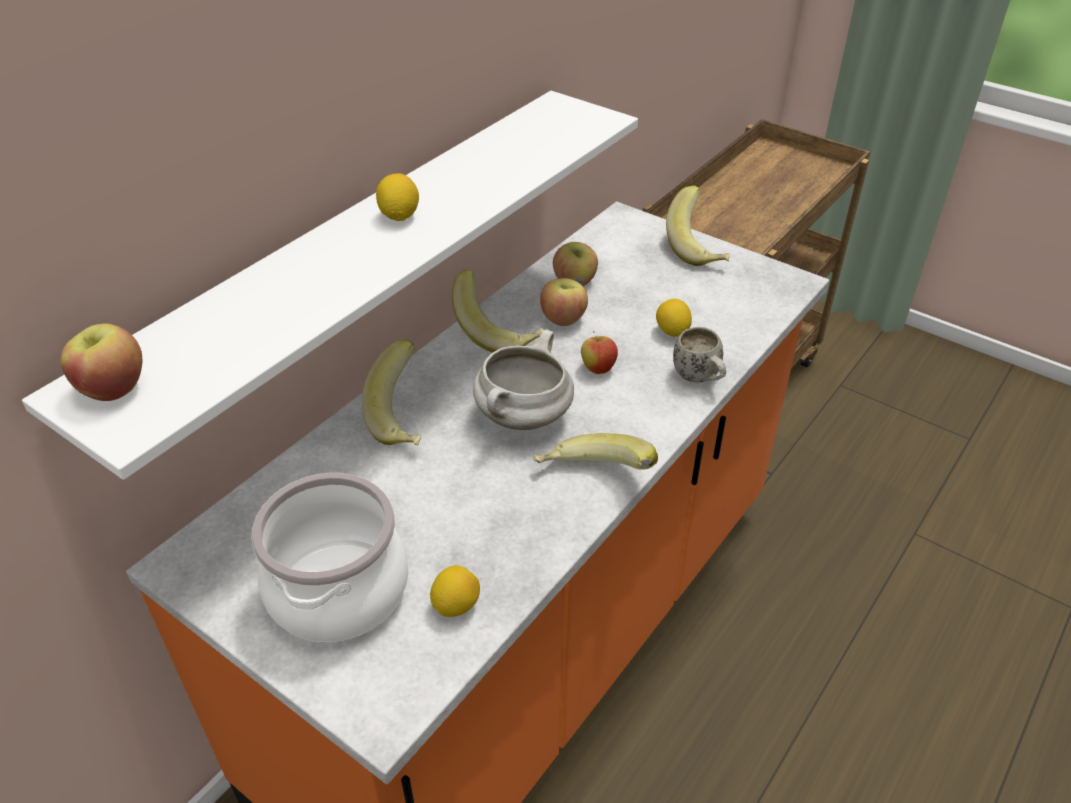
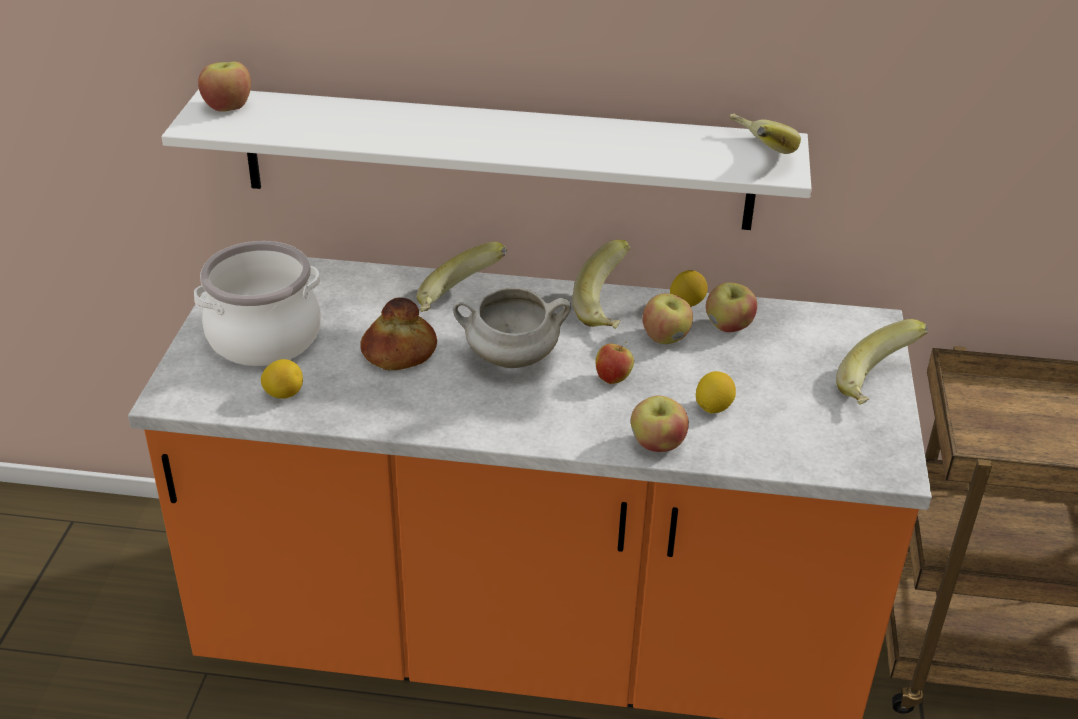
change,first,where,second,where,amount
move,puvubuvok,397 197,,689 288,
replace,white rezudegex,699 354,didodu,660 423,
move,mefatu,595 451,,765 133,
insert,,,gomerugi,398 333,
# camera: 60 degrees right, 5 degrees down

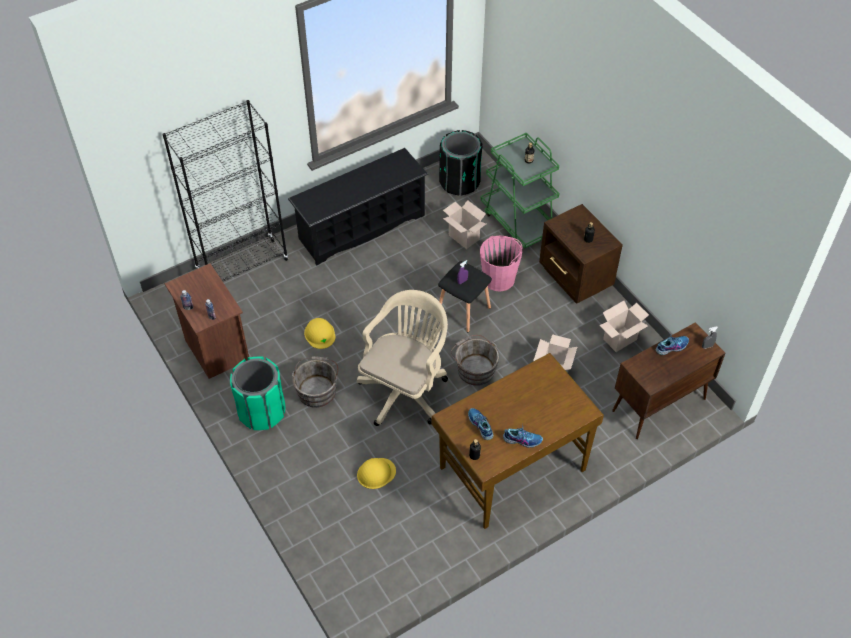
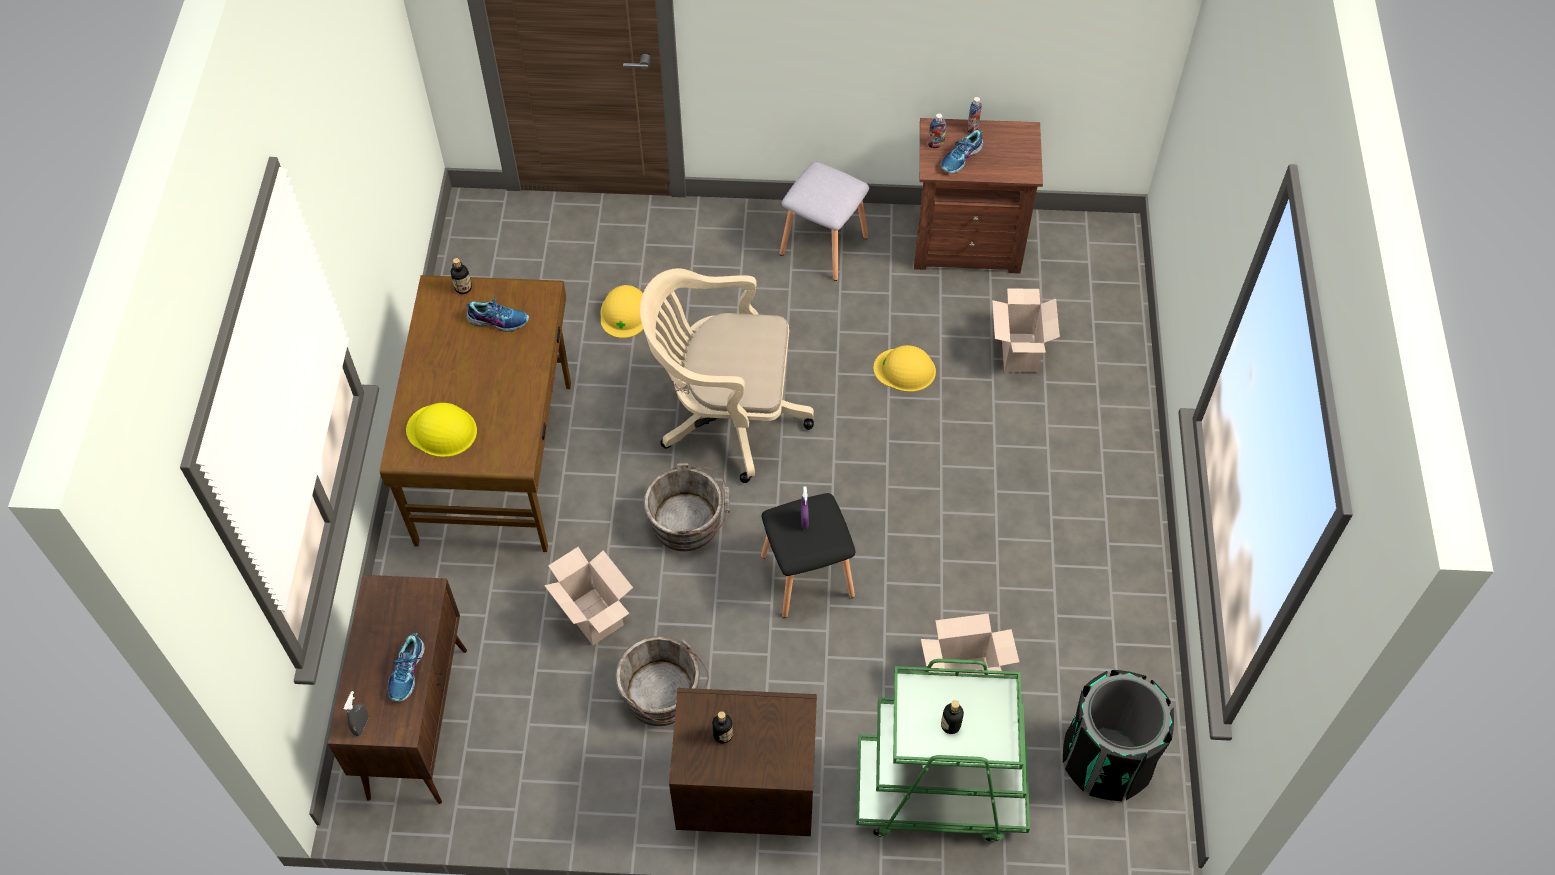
change,first,where,second,where,amount
delete,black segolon,225 191,,,
delete,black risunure,358 207,,,
delete,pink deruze,501 263,,,
rotate,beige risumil,402 358,,727 375,120 degrees clockwise
move,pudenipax,624 326,,1026 330,
move,grey deruze,315 382,,662 681,
replace,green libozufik,257 393,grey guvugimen,824 221,
move,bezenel,523 437,,962 151,
insert,,,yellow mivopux,441 430,
# camera: 125 degrees right, 5 degrees up

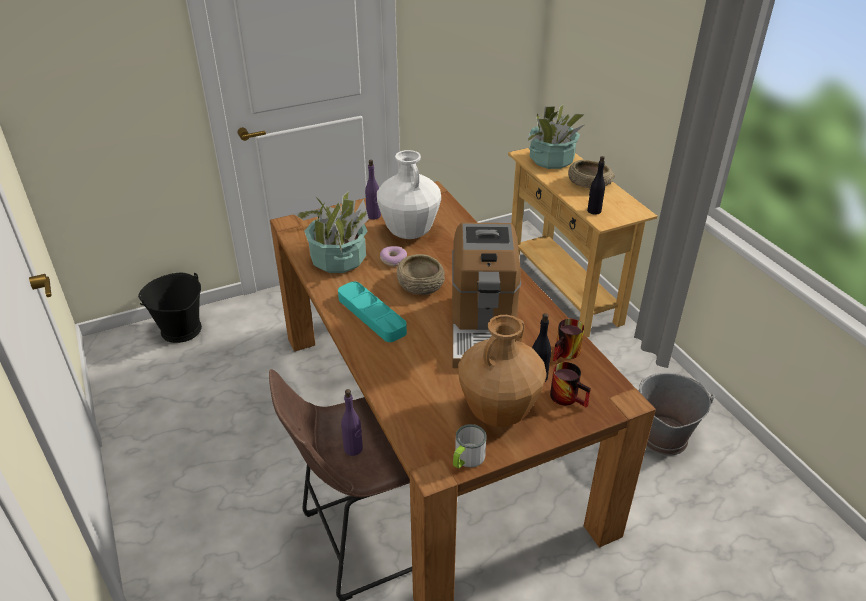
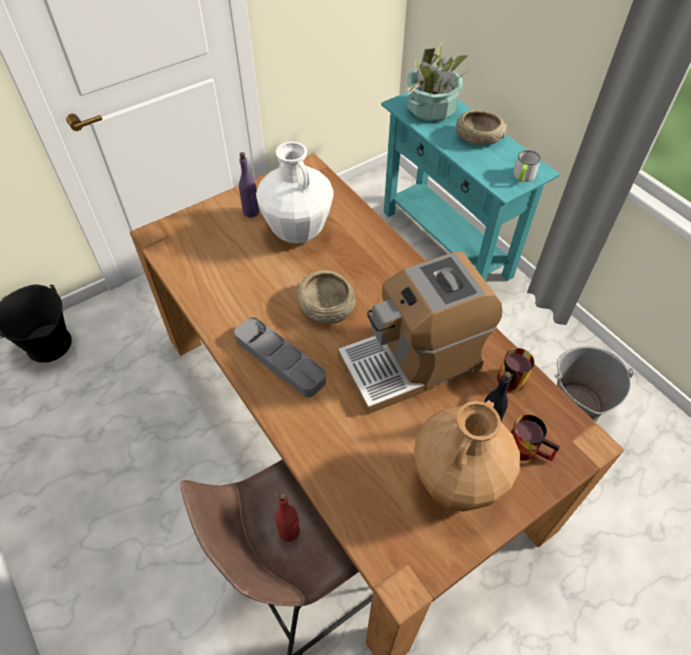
change,first,where,second,where,amount
recolor,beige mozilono,582 242,turquoise mozilono,470 186,
delete,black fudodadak,596 185,,,
delete,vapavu,330 232,,,
rotate,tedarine,486 295,,419 333,75 degrees clockwise
delete,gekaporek,393 256,,,
recolor,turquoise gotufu,372 311,grey gotufu,280 357,
recolor,purple fudodadak,352 422,red fudodadak,287 517,
move,rezudegex,470 446,,527 166,
# camera: 10 degrees left, 15 degrees up

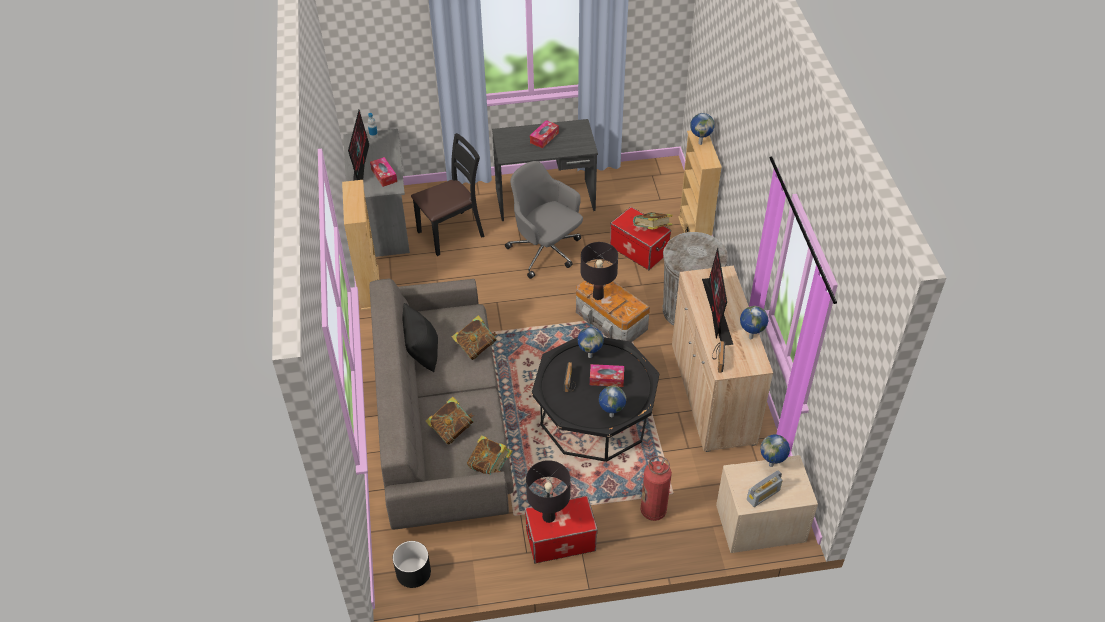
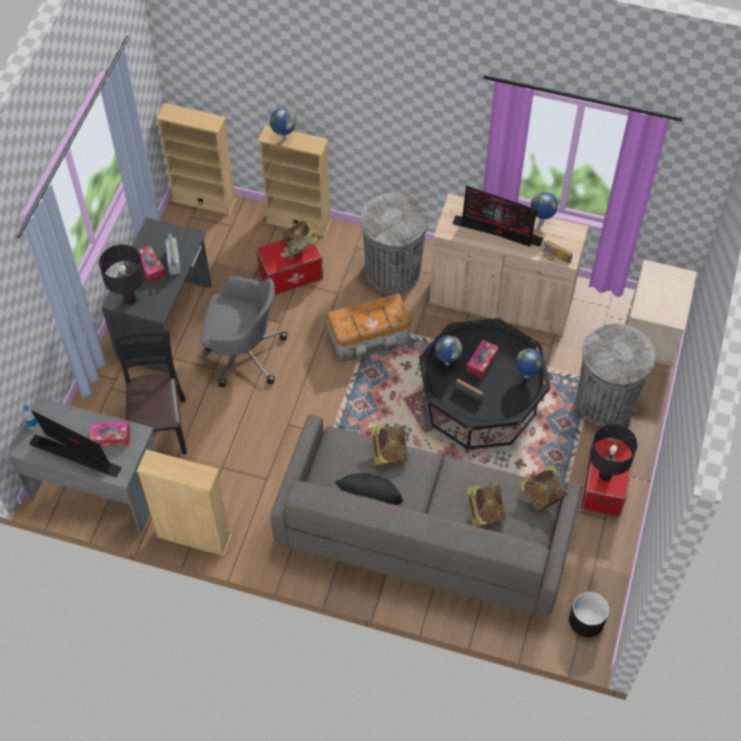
change,first,where,second,where,amount
rotate,grey risumil,544 220,,244 331,150 degrees counterclockwise
move,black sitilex,599 271,,122 274,
delete,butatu,775 450,,,
replace,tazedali,656 488,grey libozufik,615 375,
move,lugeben,765 488,,173 254,
insert,,,beige segolon,196 159,
# camera: 65 degrees left, 10 degrees up

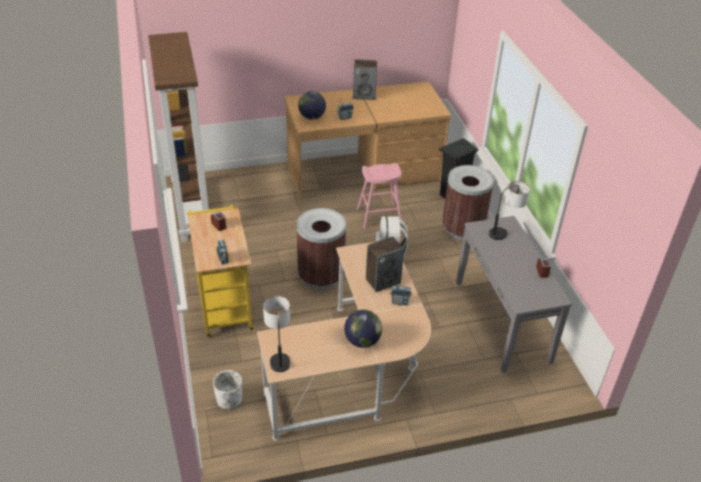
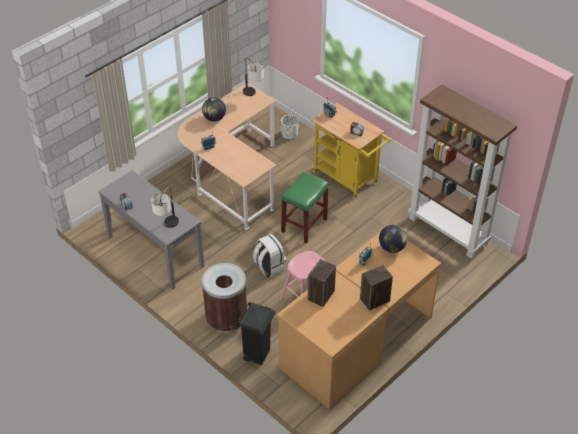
change,first,where,second,where,amount
replace,brown libozufik,321 249,green guvugimen,305 208,
move,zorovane,385 264,,322 283,
# camera: 150 degrees right, 5 degrees up

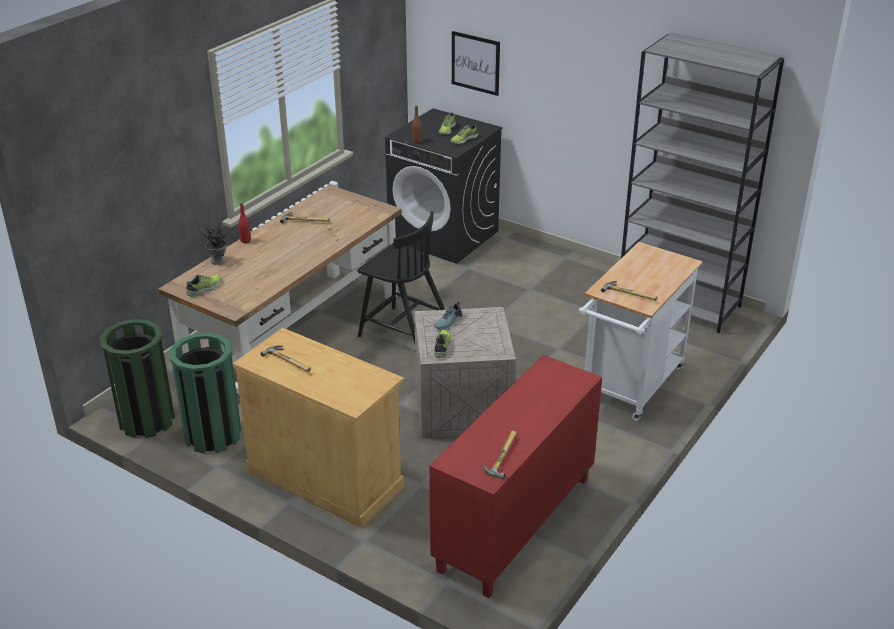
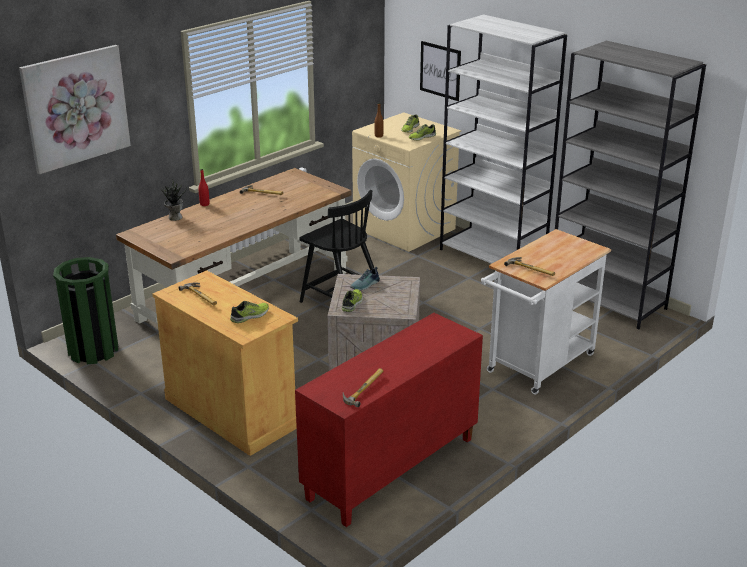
change,first,where,second,where,amount
recolor,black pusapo,444 186,beige pusapo,406 182,
move,bezenel,203 286,,249 312,
delete,green libozufik,205 393,,,
insert,,,white segolon,503 139,
insert,,,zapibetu,75 109,
# camera: 10 degrees right, 5 degrees down

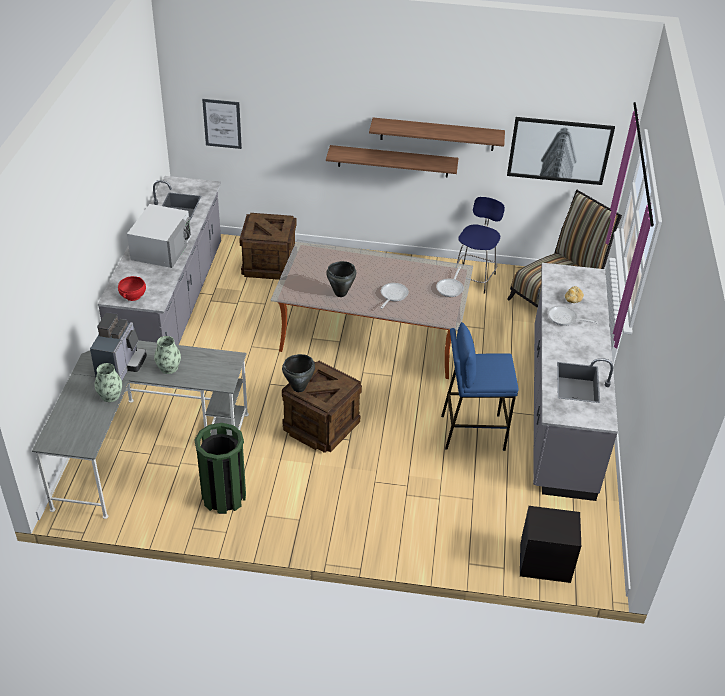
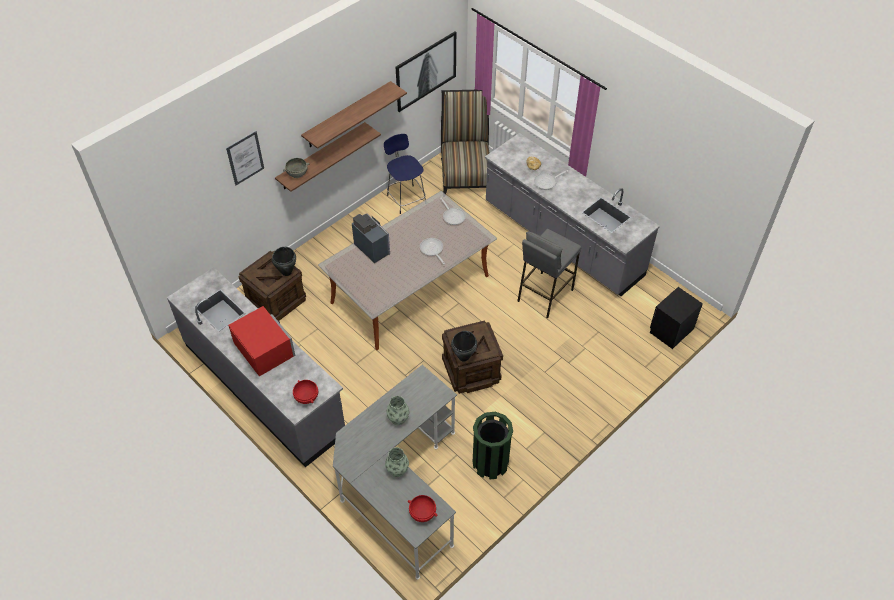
change,first,where,second,where,amount
move,zapibetu,222 124,,245 158,
recolor,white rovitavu,159 236,red rovitavu,262 341,
move,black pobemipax,341 279,,284 261,
move,tedarine,118 346,,371 238,
recolor,blue guvugimen,480 386,grey guvugimen,549 273,
insert,,,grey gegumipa,296 168,
insert,,,red gegumipa,423 508,
# camera: 50 degrees left, 10 degrees up

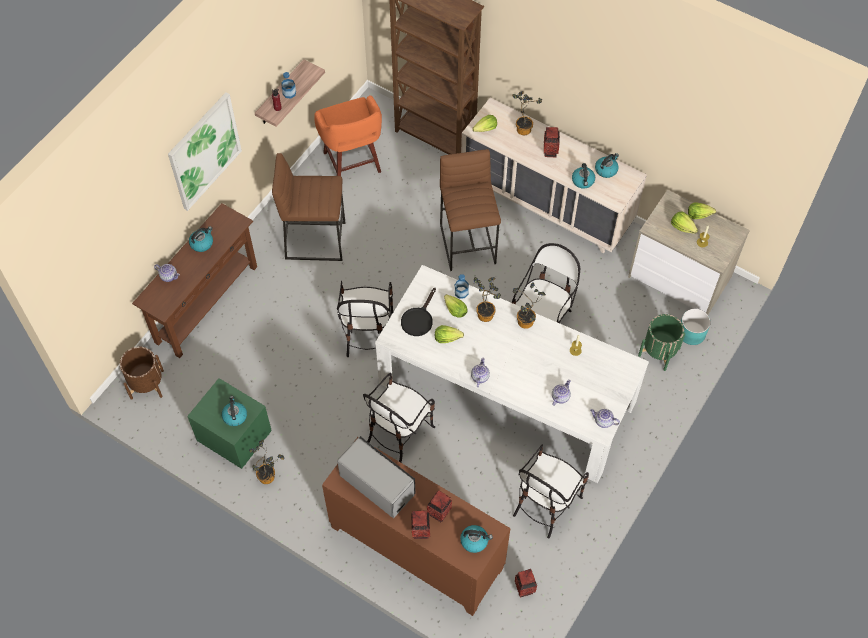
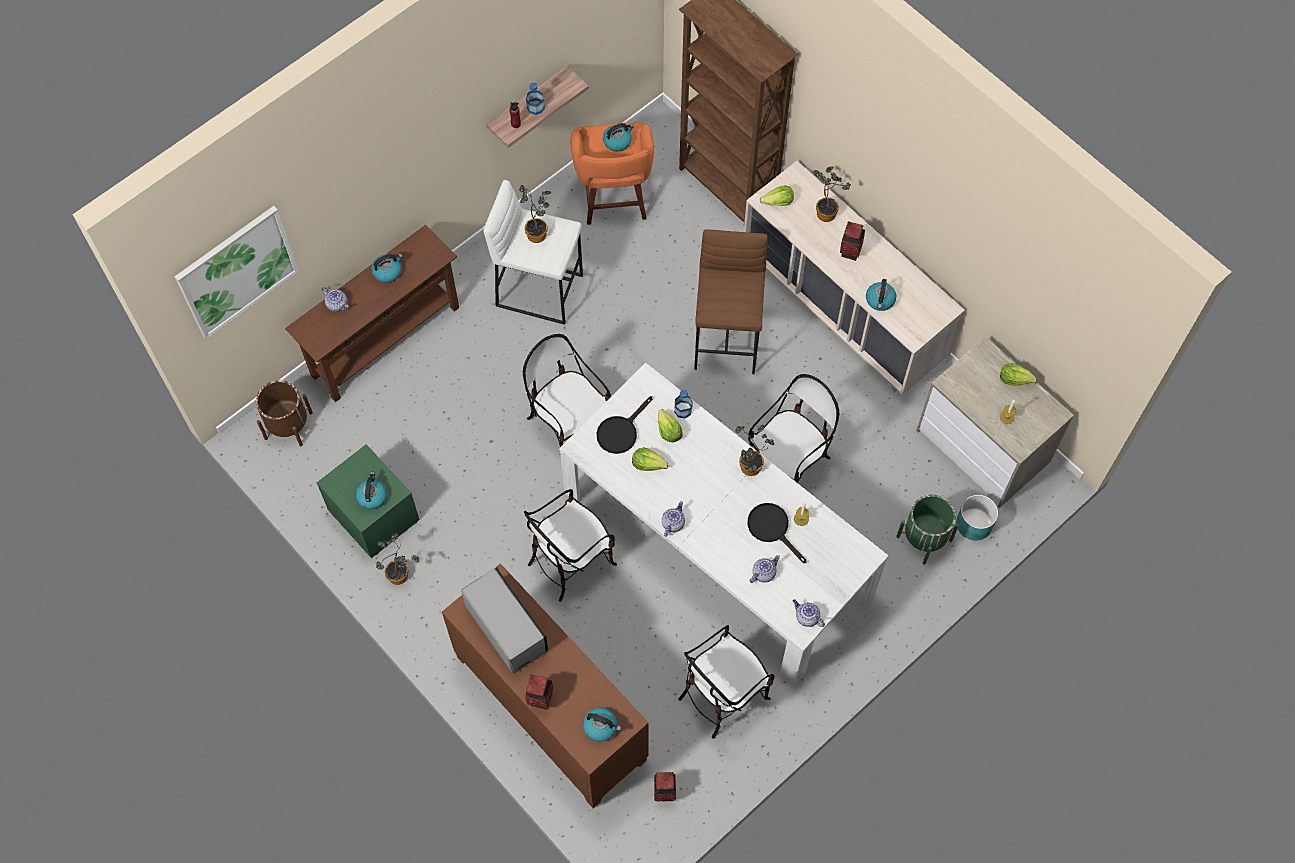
change,first,where,second,where,amount
move,zapibetu,205 151,,236 272,
recolor,brown guvugimen,308 207,white guvugimen,533 252,
move,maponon,607 165,,618 137,
delete,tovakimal,684 222,,,
move,vapavu,487 299,,535 214,
rotate,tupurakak,365 319,,567 390,120 degrees clockwise
delete,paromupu,439 506,,,
insert,,,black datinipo,777 533,
# camera: 15 degrees right, 5 degrees up

